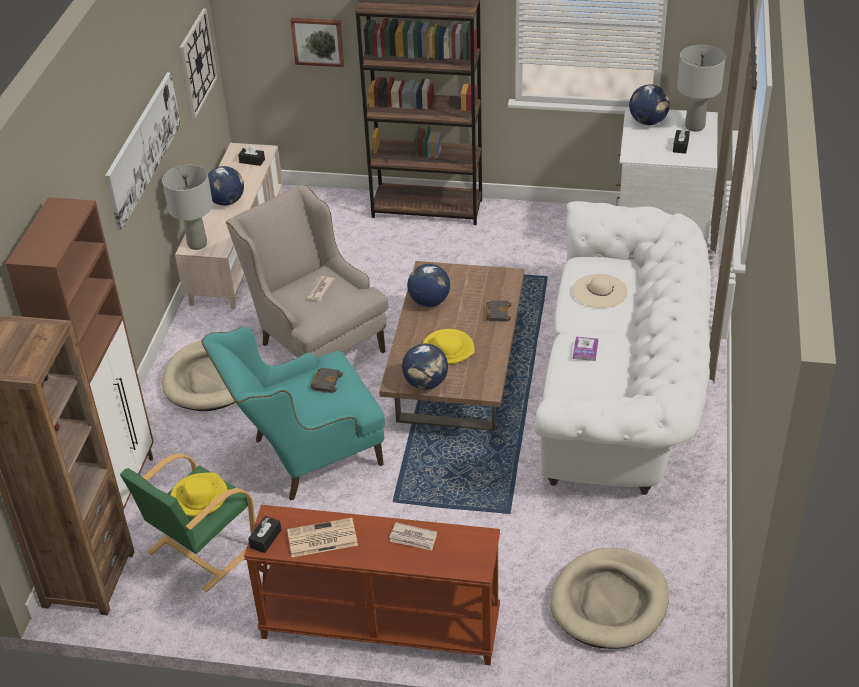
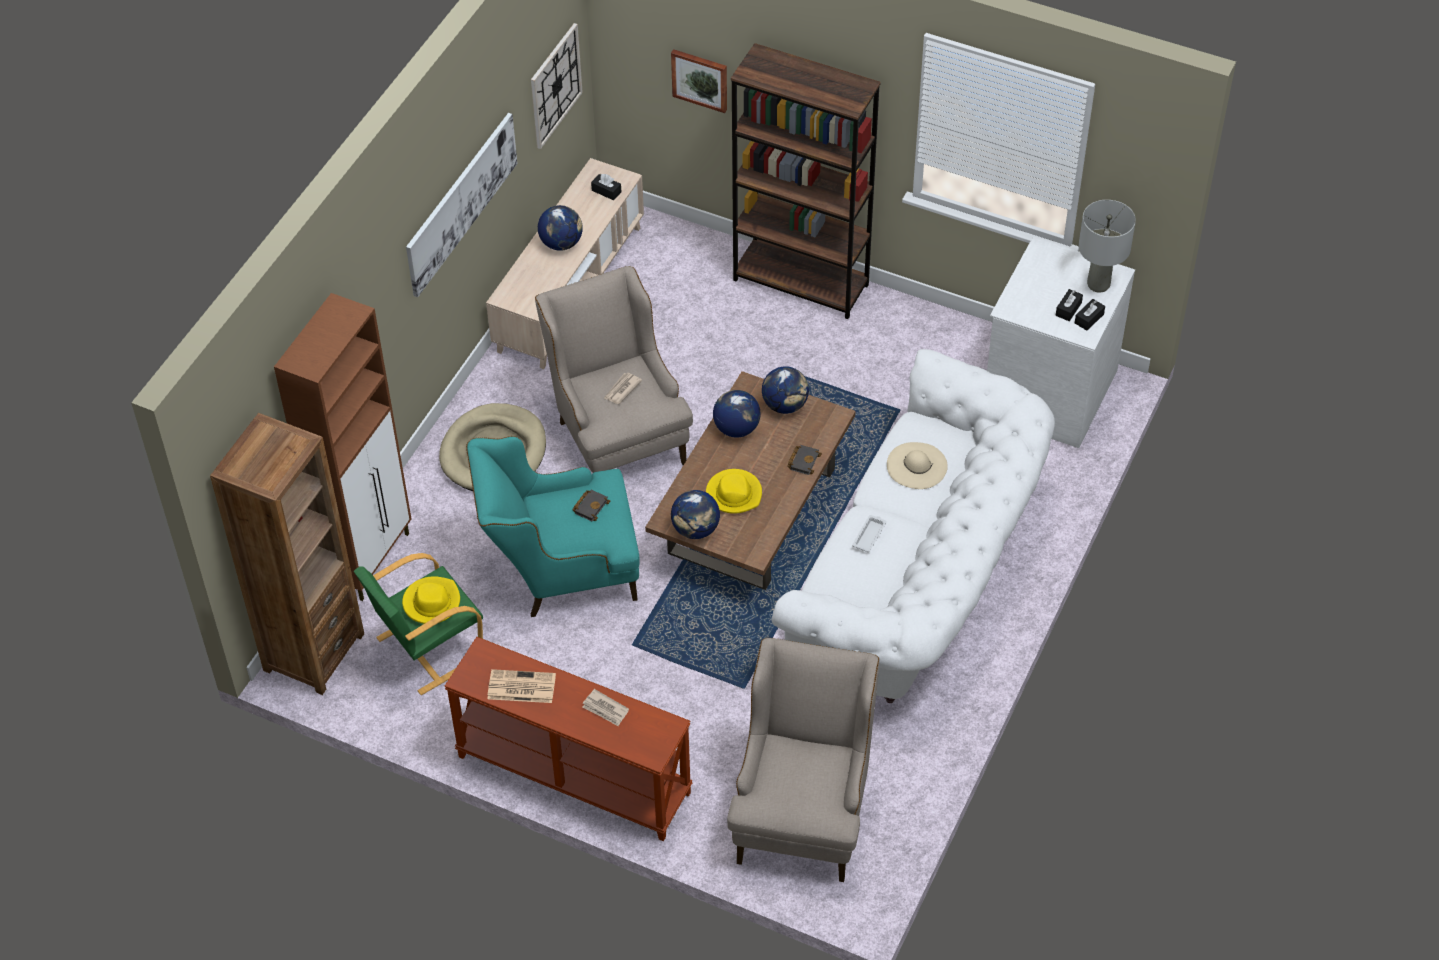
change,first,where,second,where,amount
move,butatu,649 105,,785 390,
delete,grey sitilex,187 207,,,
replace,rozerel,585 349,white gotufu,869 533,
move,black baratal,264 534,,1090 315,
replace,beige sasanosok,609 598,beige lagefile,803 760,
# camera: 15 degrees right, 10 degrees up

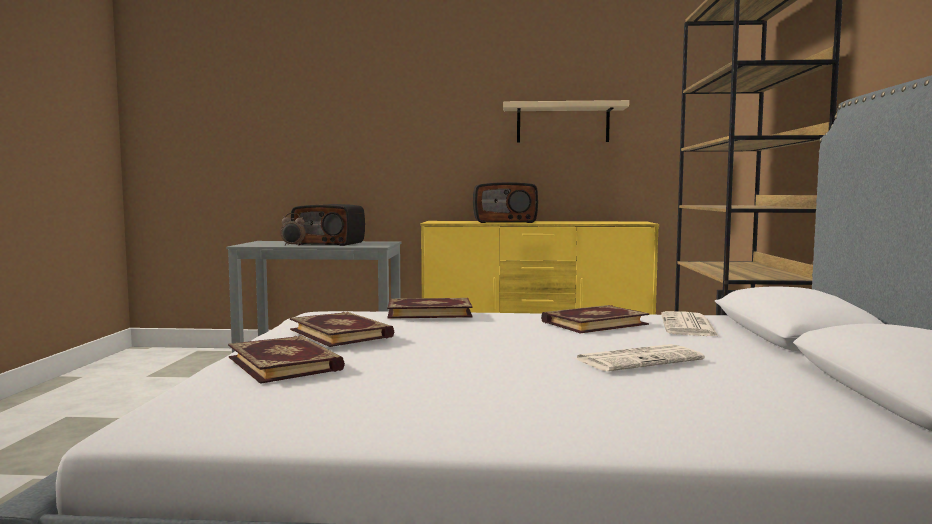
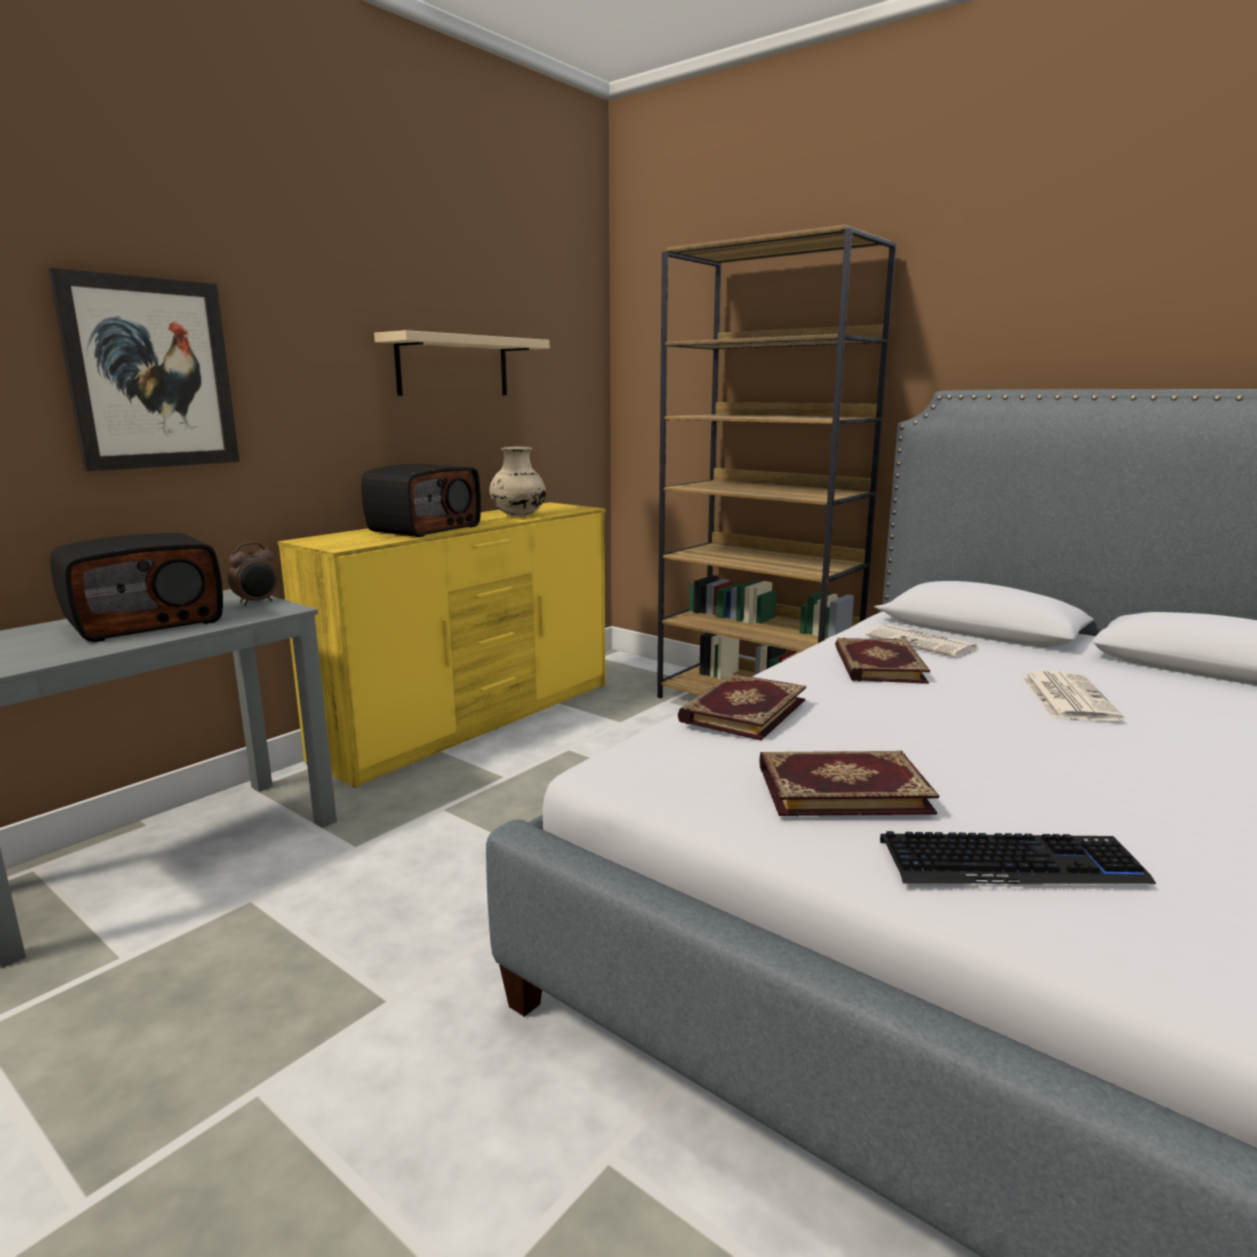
change,first,where,second,where,amount
move,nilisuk,293 229,,253 574,
replace,rozerel,286 359,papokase,1018 857,
insert,,,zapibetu,144 370,
insert,,,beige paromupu,518 481,
# camera: 55 degrees left, 10 degrees up

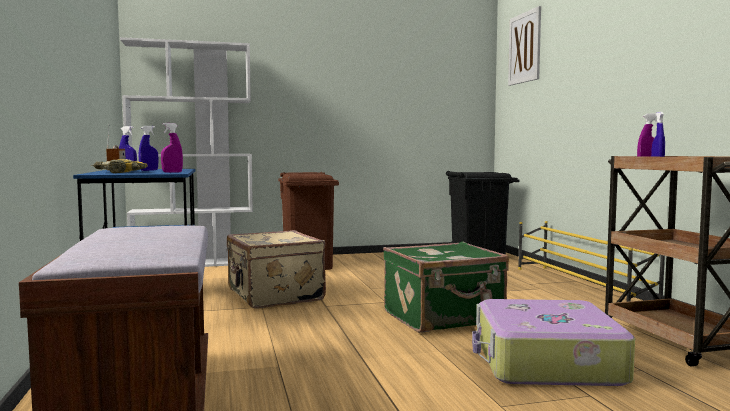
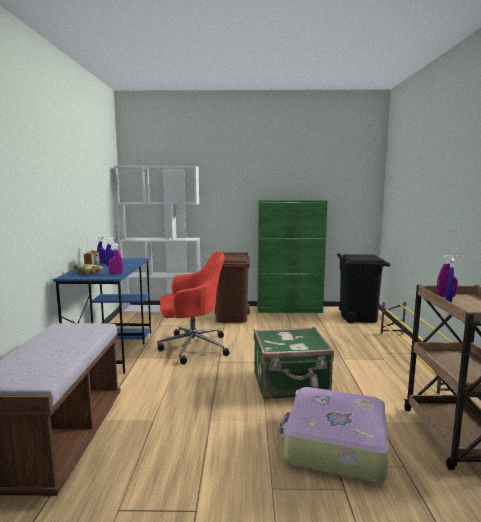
change,first,where,second,where,amount
delete,zapibetu,524 46,,,
replace,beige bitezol,276 269,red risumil,193 308,
insert,,,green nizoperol,292 256,
# camera: 15 degrees right, 5 degrees up

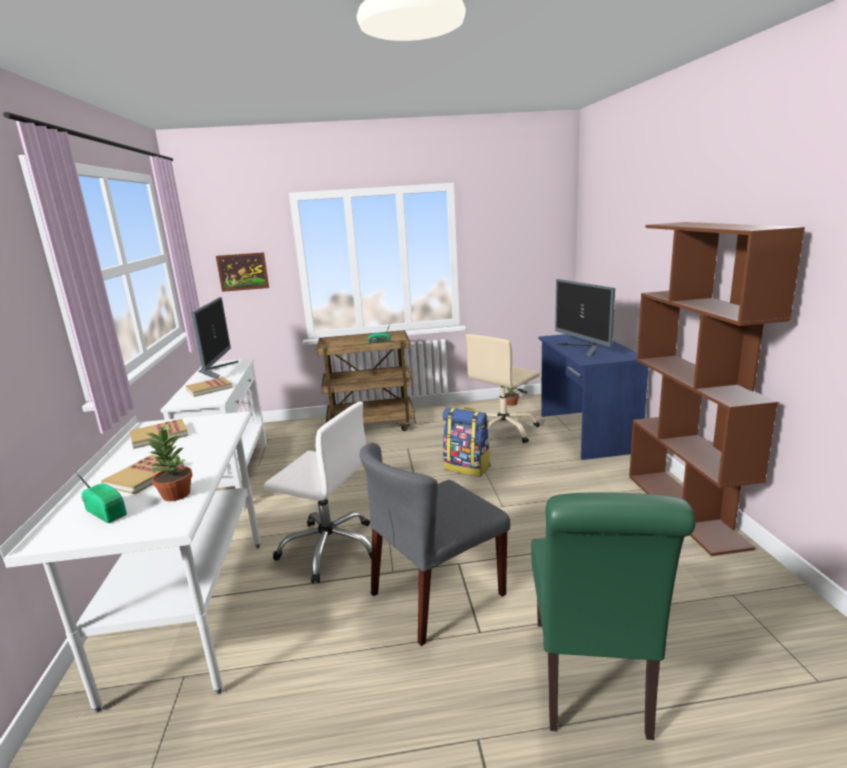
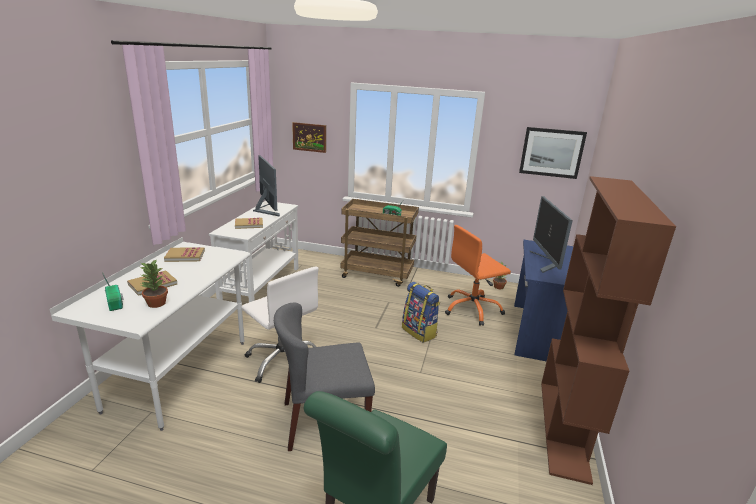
change,first,where,second,where,amount
rotate,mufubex,214 338,,266 186,45 degrees counterclockwise
recolor,beige risumil,503 388,orange risumil,478 275,
insert,,,zapibetu,553 153,
# camera: 20 degrees right, 5 degrees up

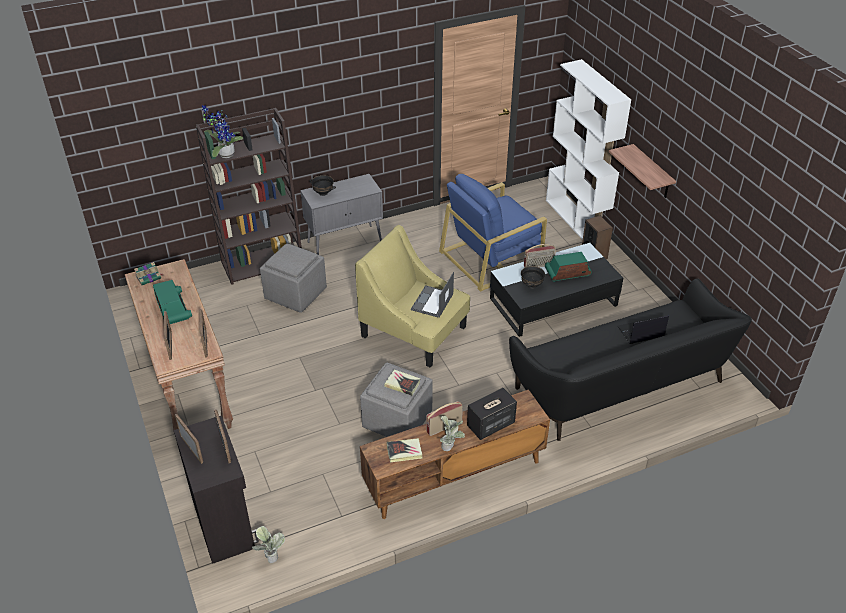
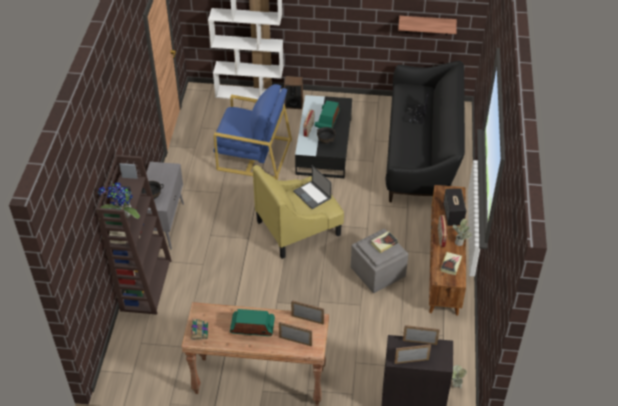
change,first,where,second,where,amount
move,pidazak,642 171,,427 25,
rotate,blue lagefile,493 233,,252 132,75 degrees counterclockwise
delete,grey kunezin,293 278,,,
# camera: 60 degrees left, 5 degrees up

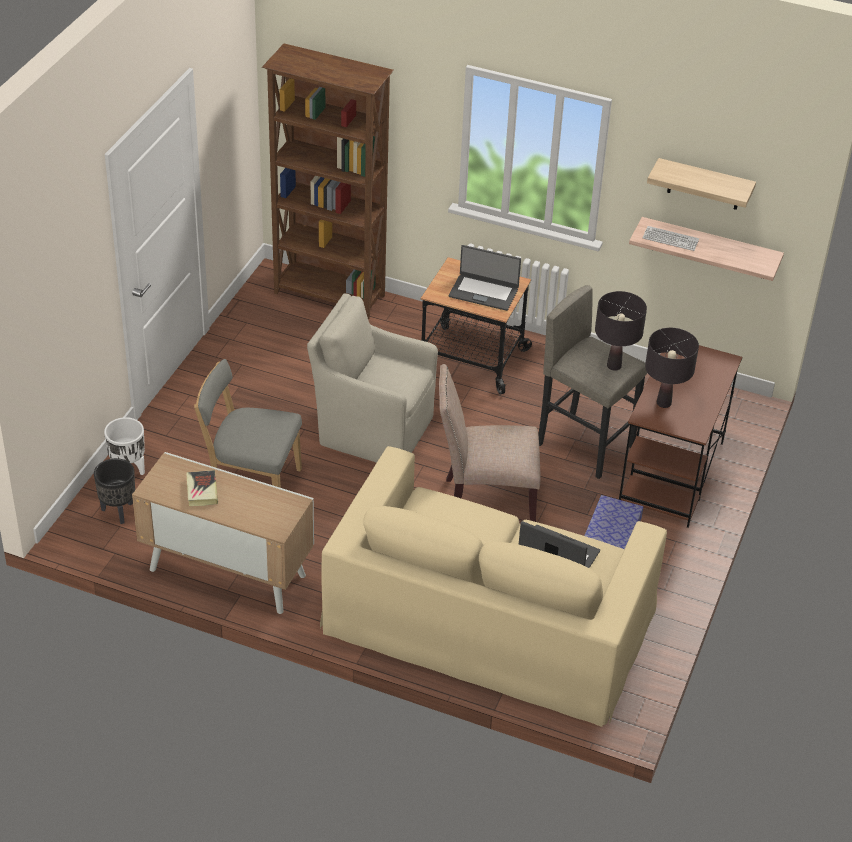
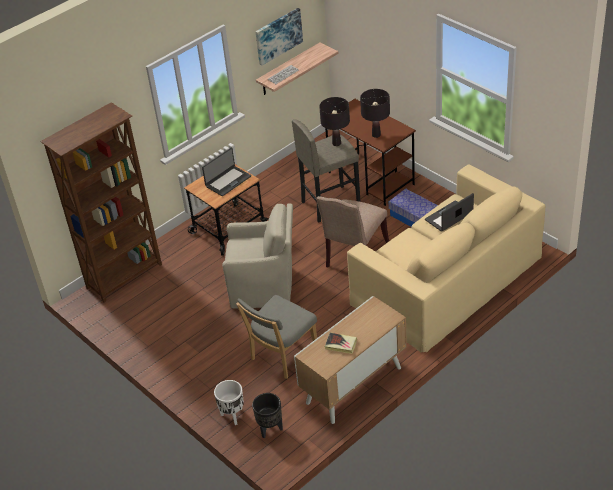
change,first,where,second,where,amount
replace,pidazak,701 184,zapibetu,279 37,
rotate,beige lagefile,372 378,,257 255,135 degrees counterclockwise
# camera: 60 degrees left, 0 degrees up

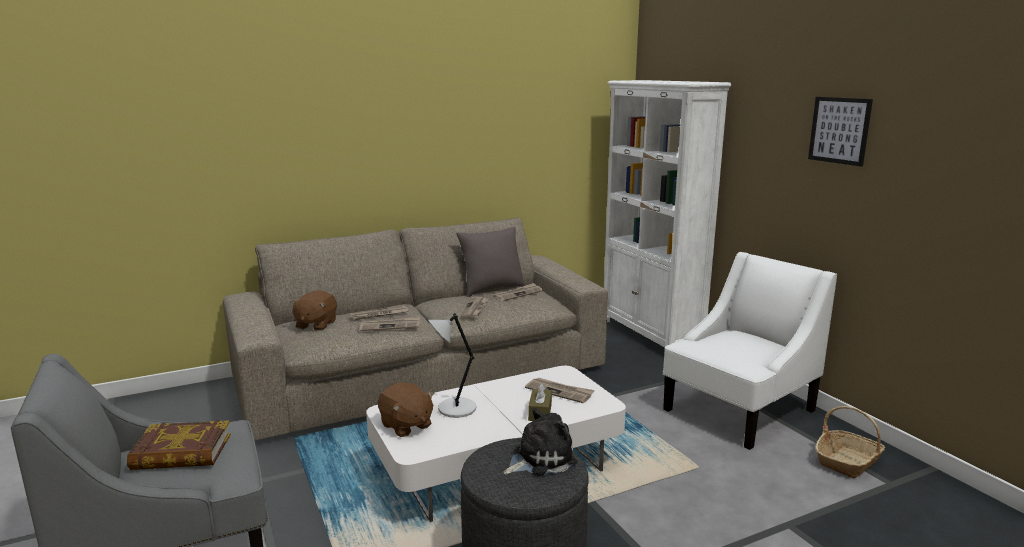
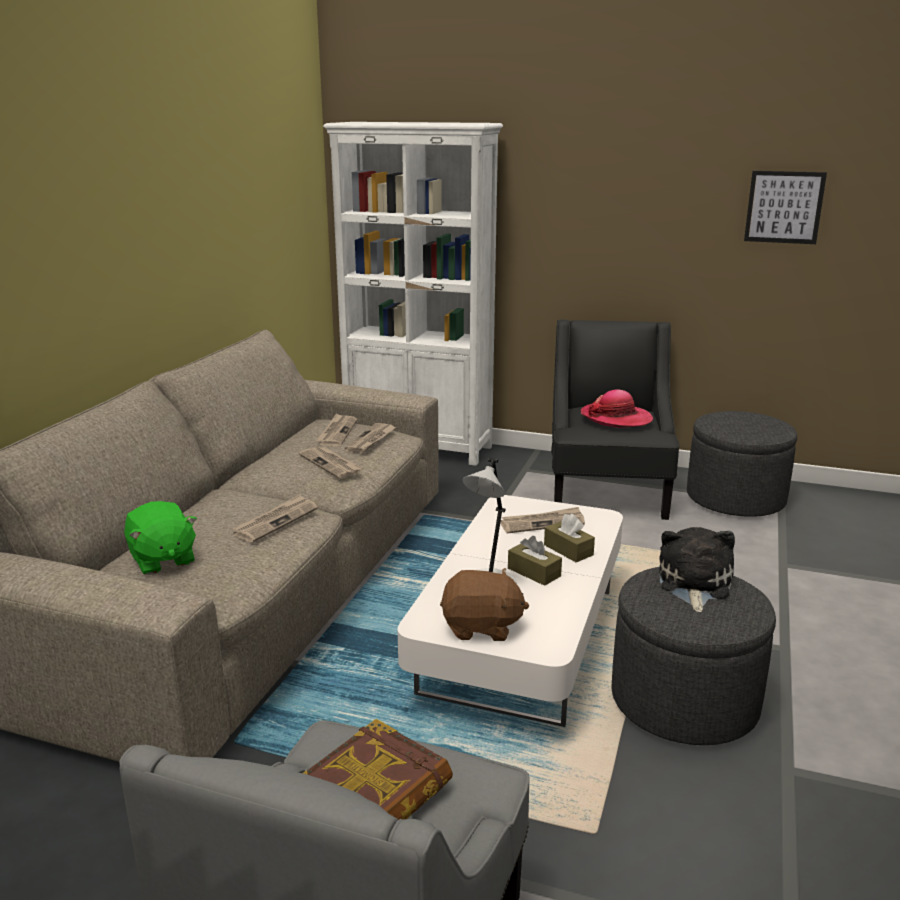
change,first,where,second,where,amount
move,zapibetu,840 132,,785 207,
delete,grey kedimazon,490 262,,,
recolor,white lagefile,750 351,black lagefile,615 420,
recolor,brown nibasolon,313 310,green nibasolon,160 538,
move,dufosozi,379 312,,370 438,
replace,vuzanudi,850 442,grey kunezin,742 464,
insert,,,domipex,617 408,
insert,,,brown baratal,535 561,
# camera: 45 degrees left, 5 degrees up

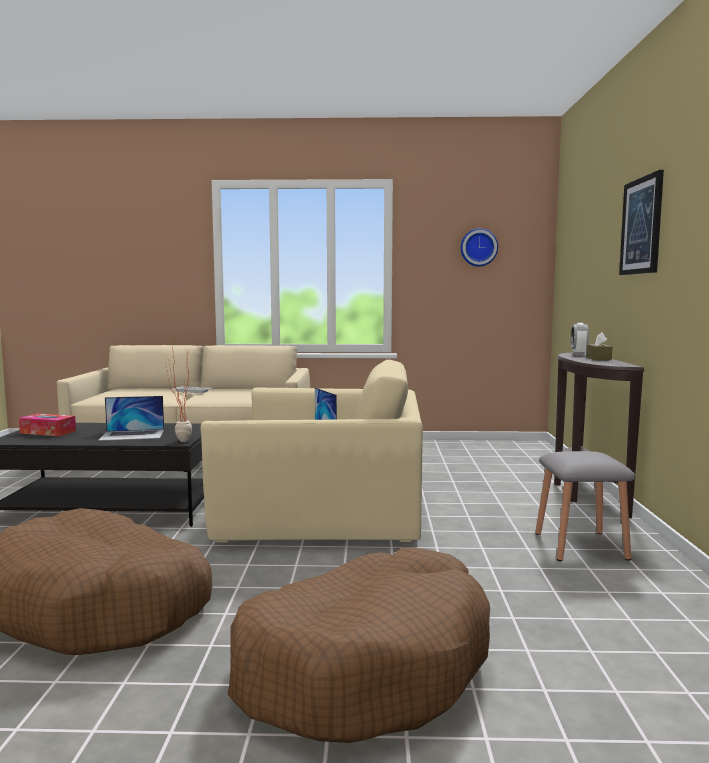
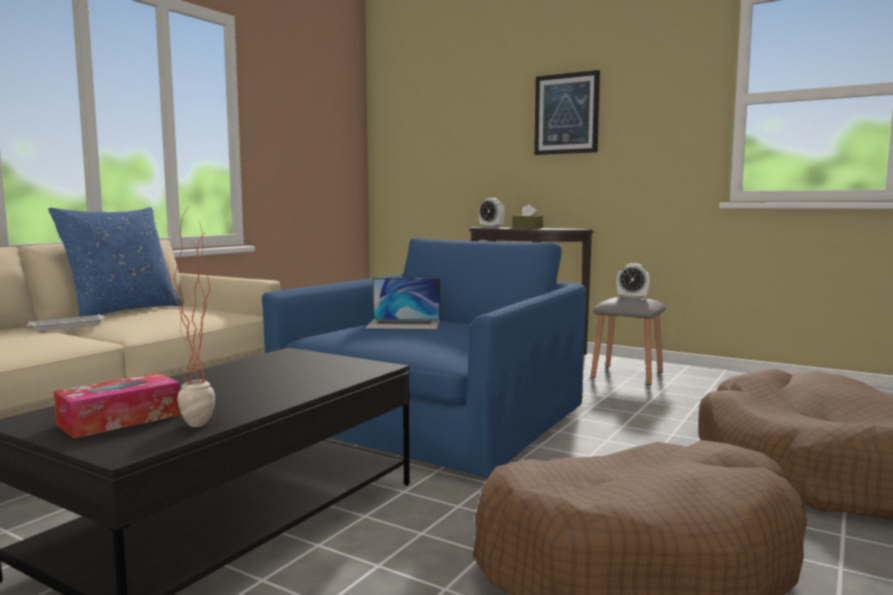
change,first,where,second,where,amount
delete,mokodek,479 247,,,
move,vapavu,178 392,,187 317,
recolor,beige lagefile,312 451,blue lagefile,424 358,
delete,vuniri,131 418,,,
insert,,,blue kedimazon,115 262,
insert,,,nilisuk,633 281,
# camera: 60 degrees left, 0 degrees up

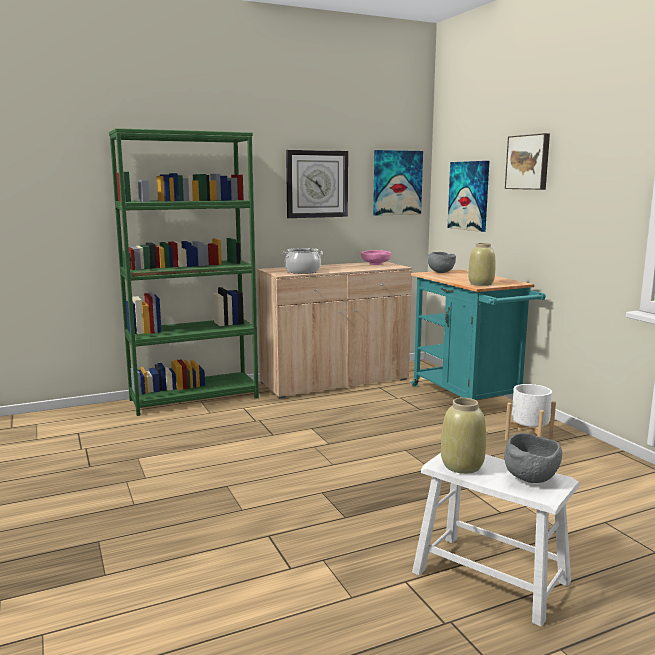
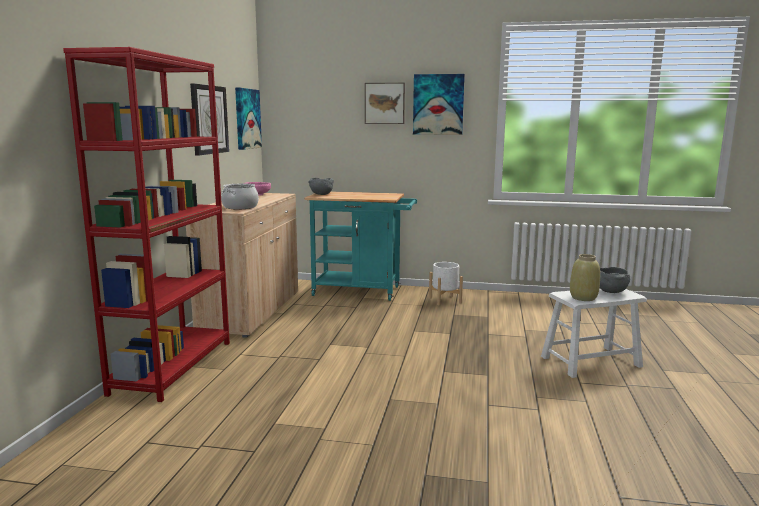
change,first,where,second,where,amount
recolor,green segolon,184 272,red segolon,146 224,
move,zapibetu,468 196,,439 104,
delete,beige paromupu,481 264,,,
# camera: 55 degrees left, 0 degrees up

